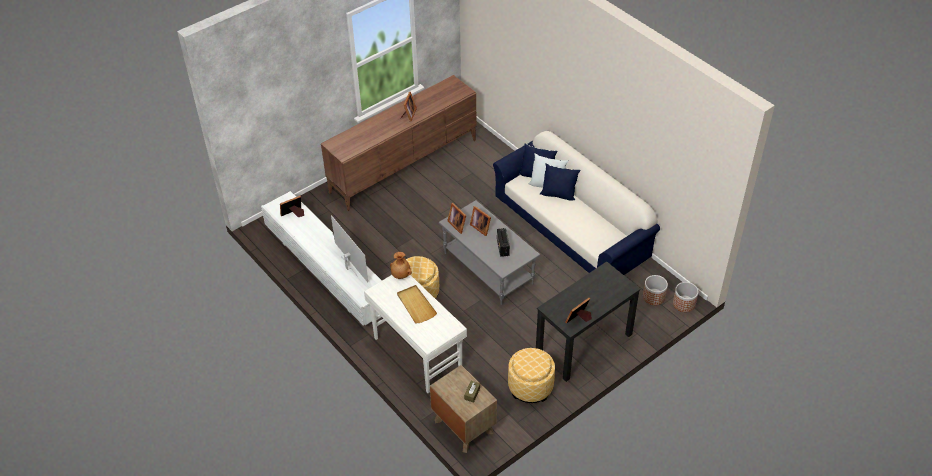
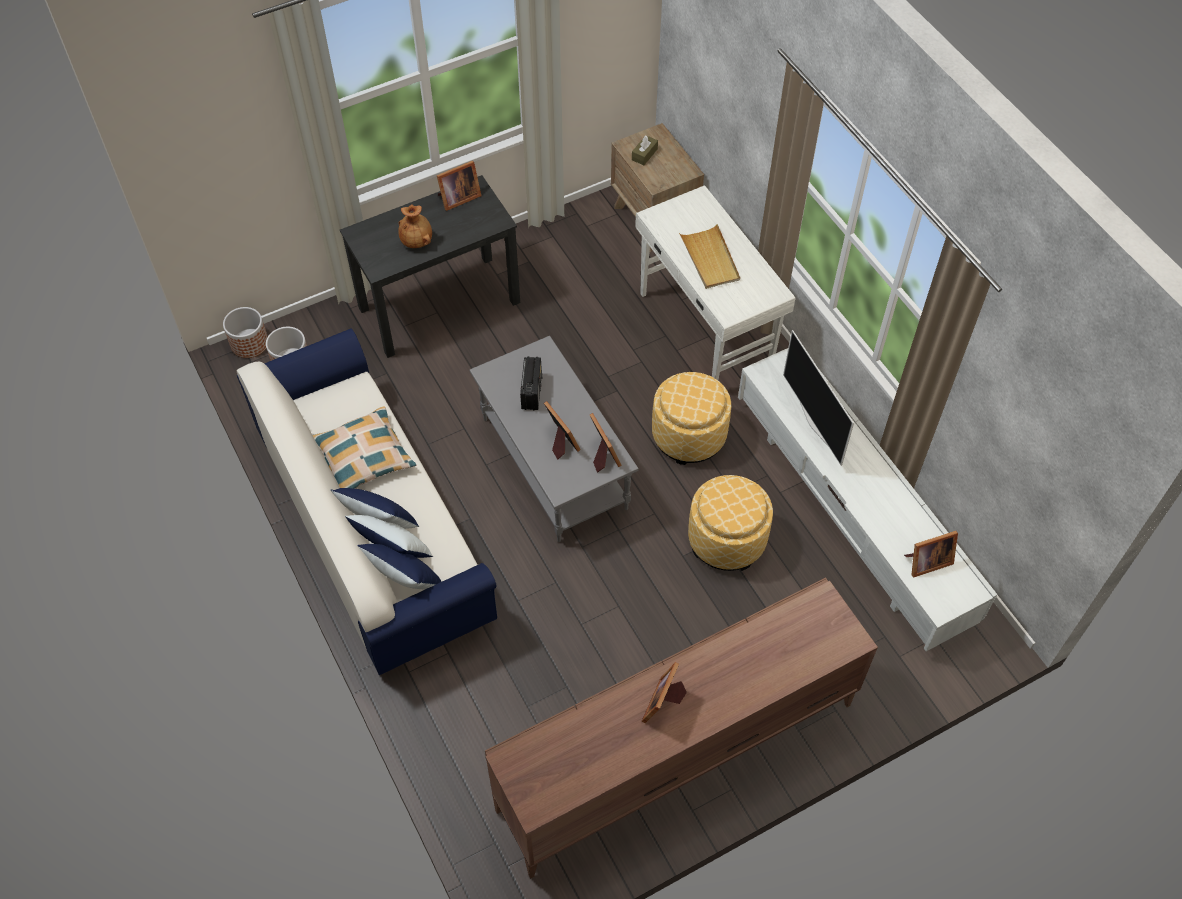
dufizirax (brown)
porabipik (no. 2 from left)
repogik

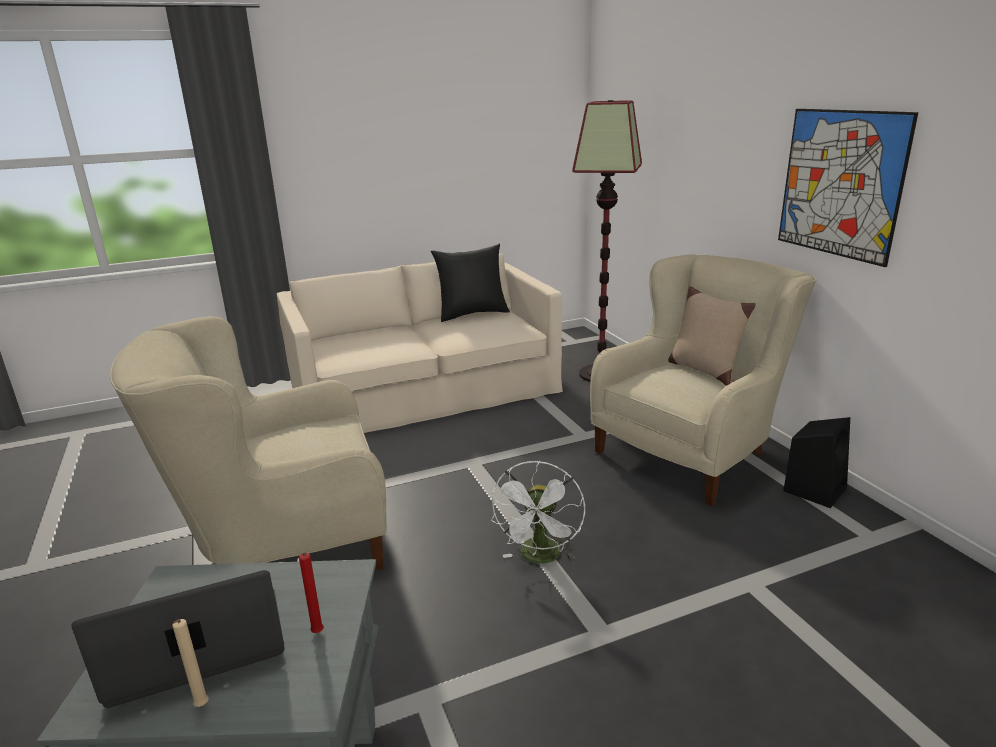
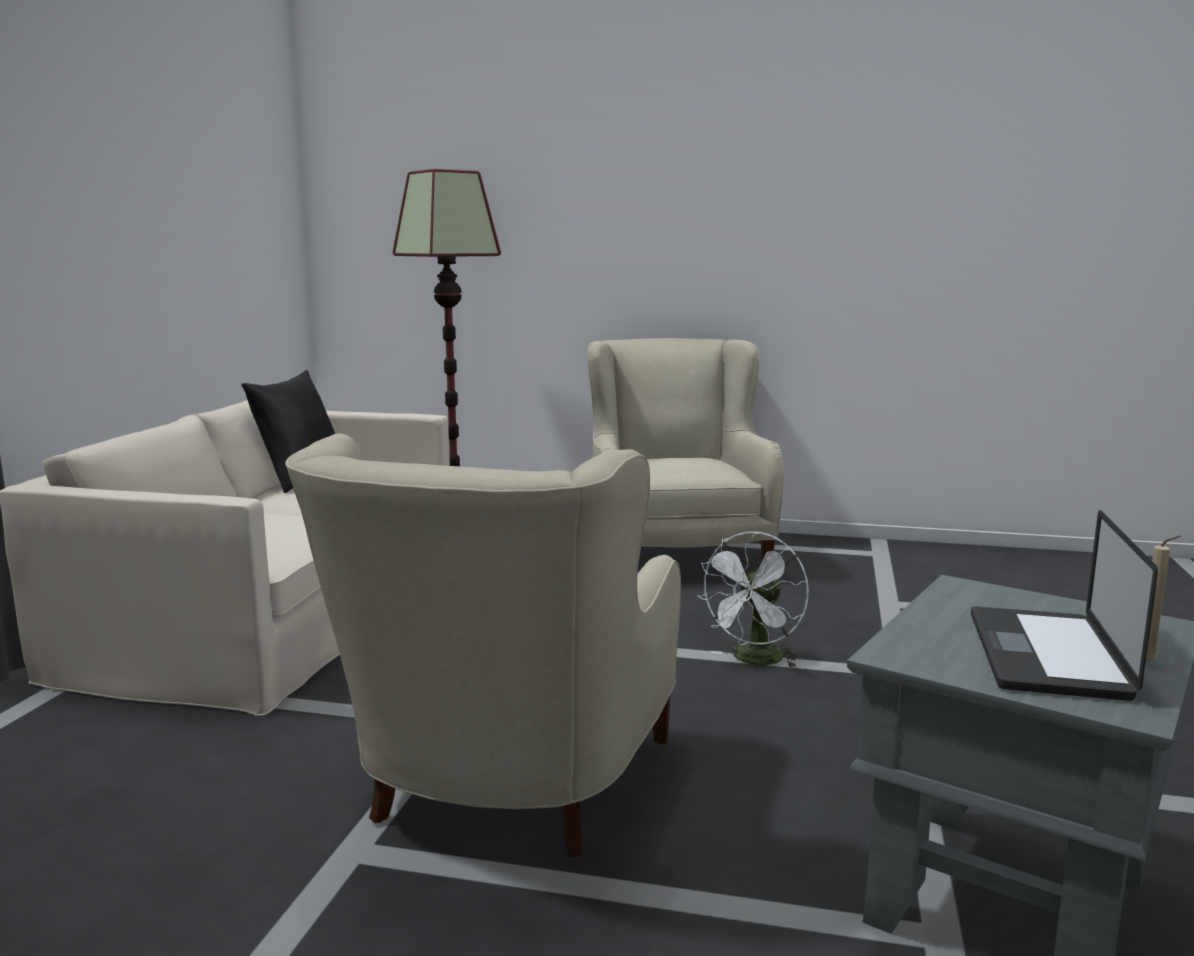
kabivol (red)
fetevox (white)
repogik (beige)
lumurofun
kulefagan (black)

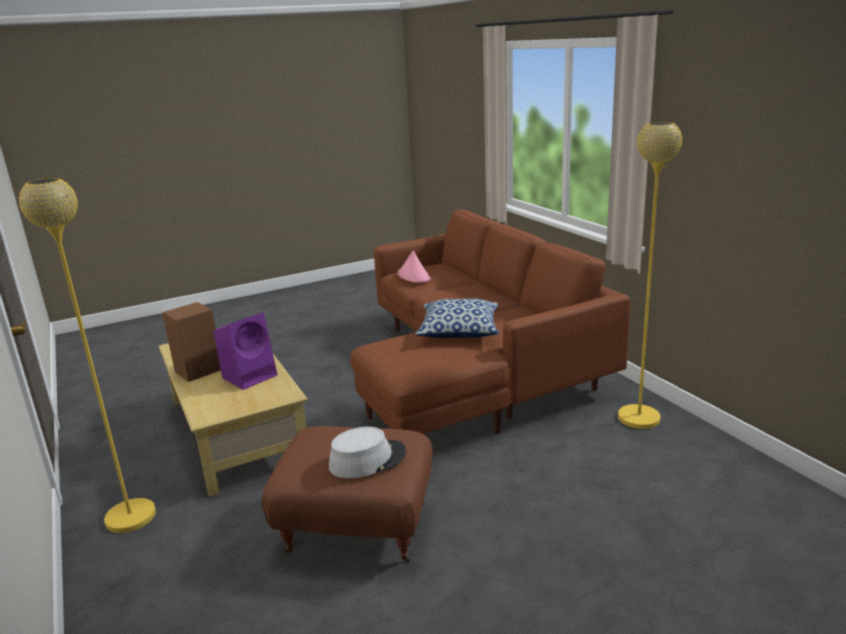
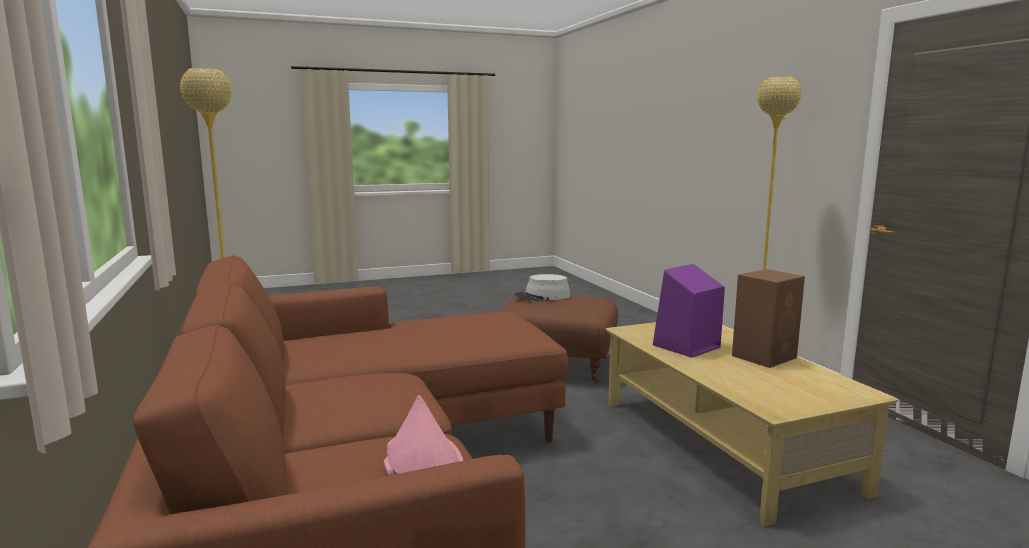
repogik

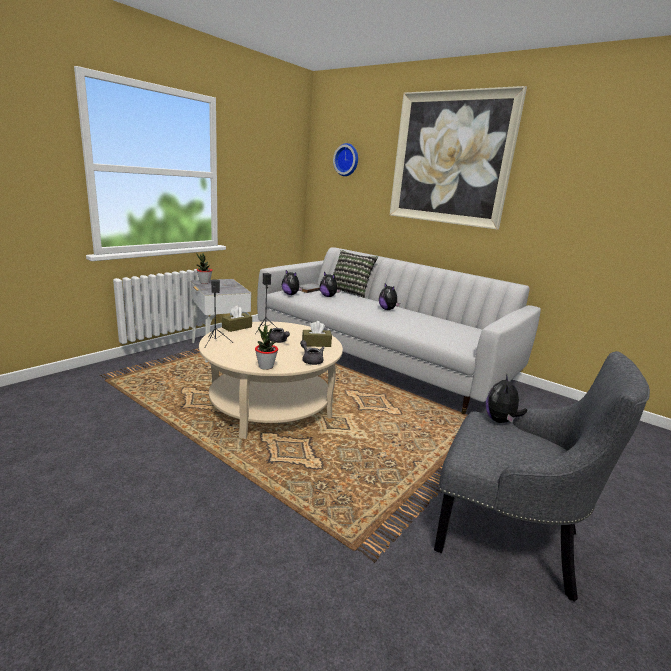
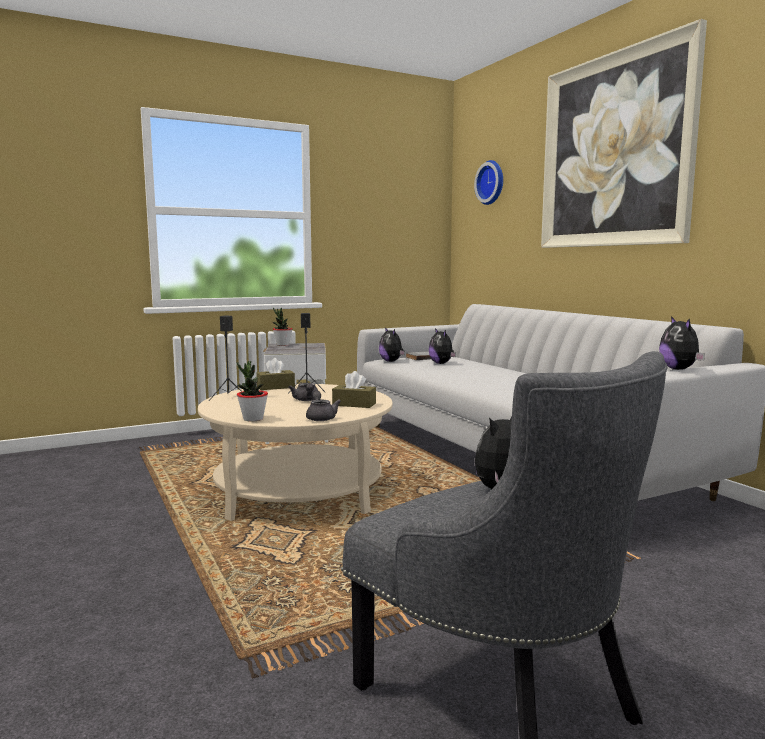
repogik
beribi (no. 4 from left)

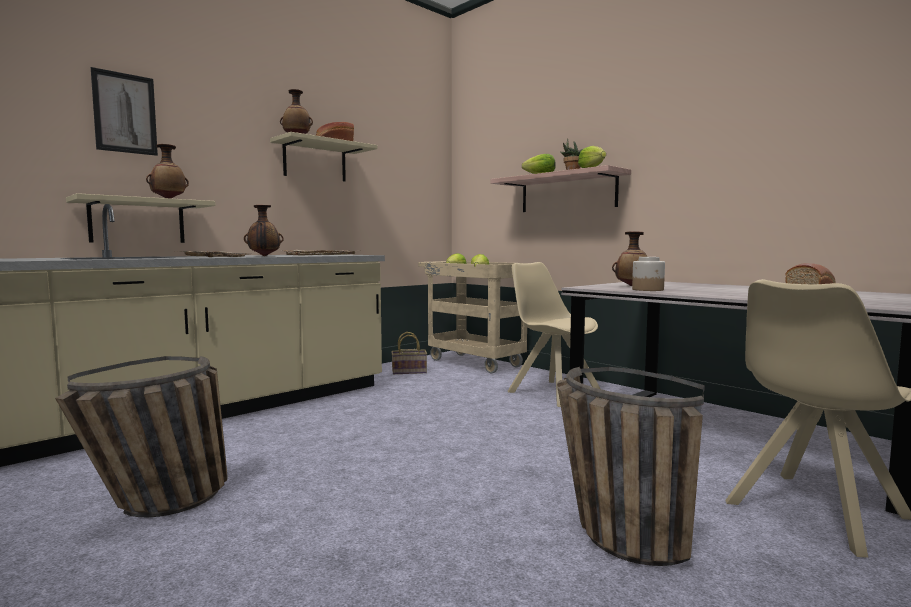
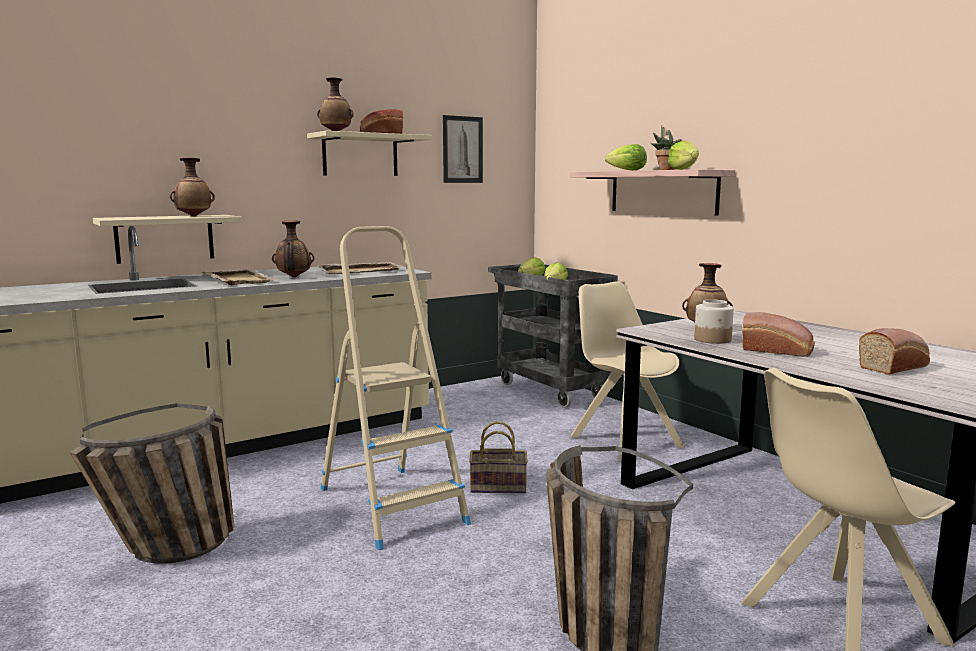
lumurofun
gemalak (no. 2 from left)
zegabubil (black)
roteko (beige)
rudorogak (no. 2 from left)

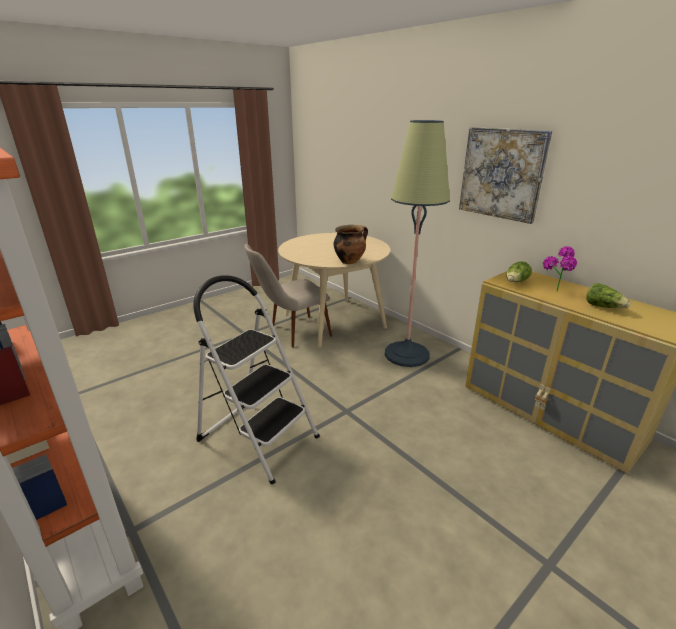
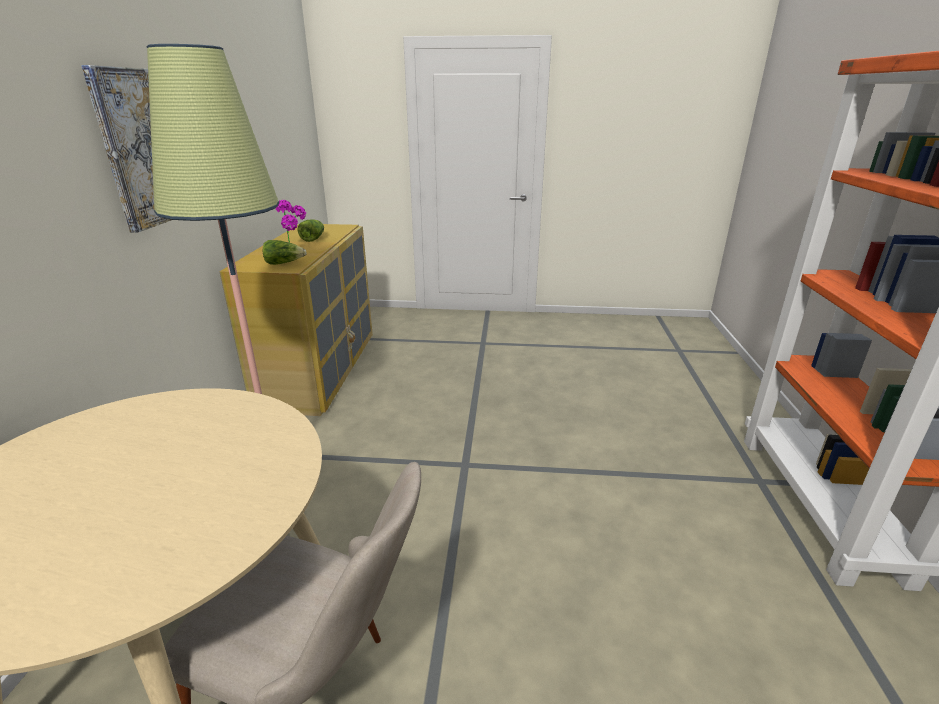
roteko
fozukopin

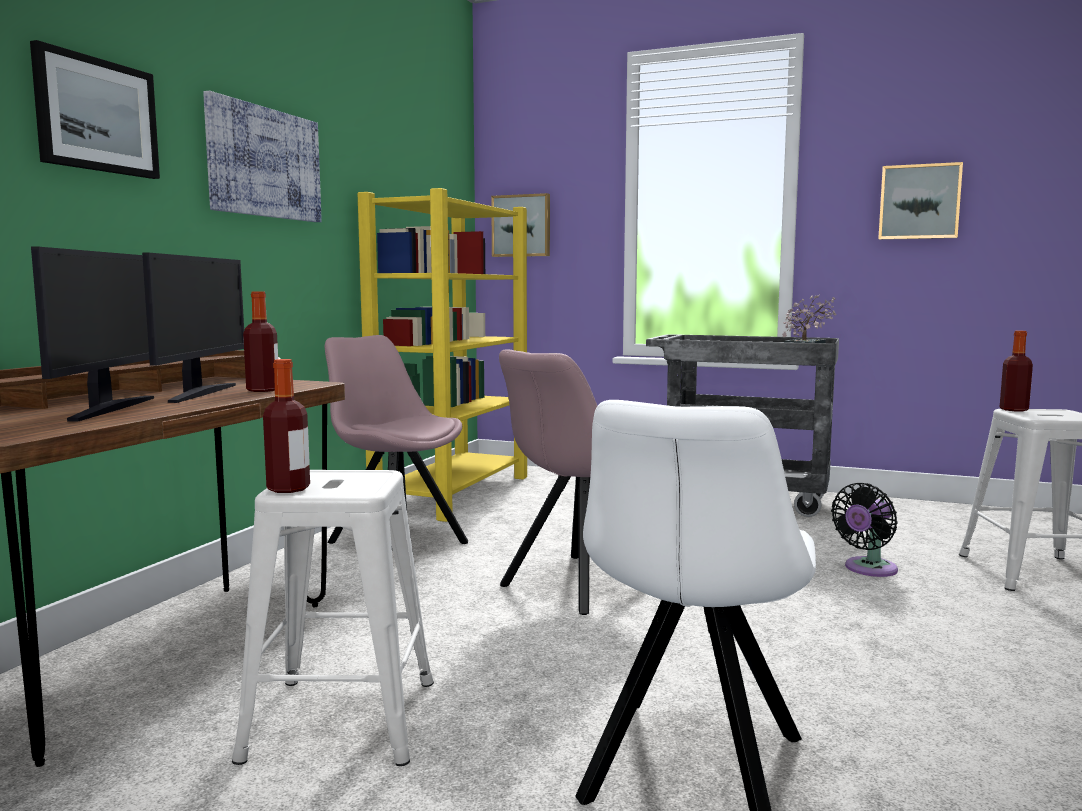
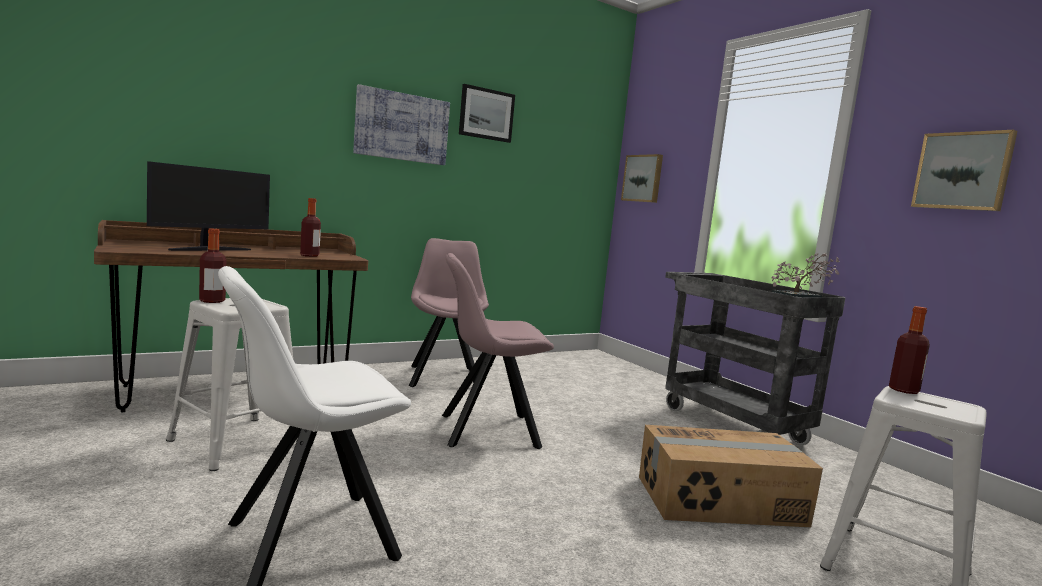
lumurofun (no. 2 from left)
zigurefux (no. 2 from left in the first image)
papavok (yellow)
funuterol

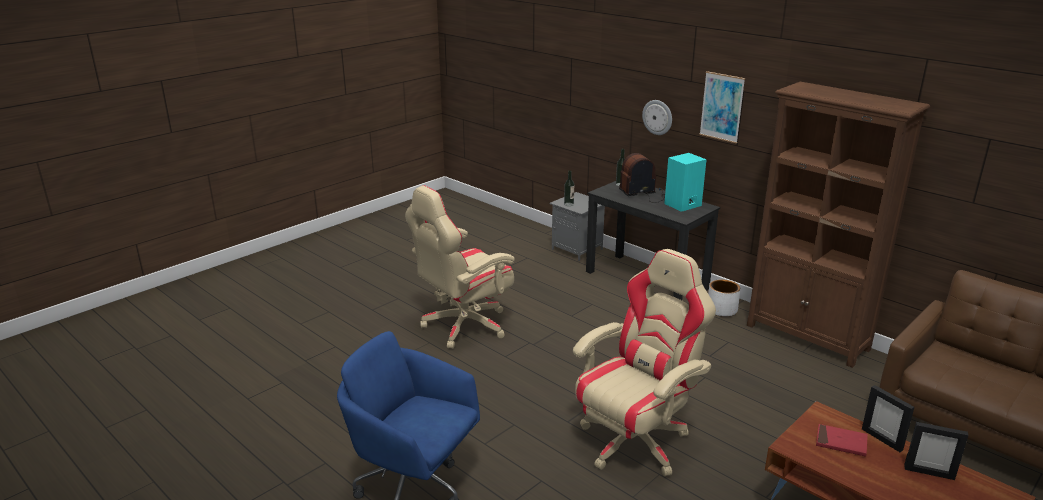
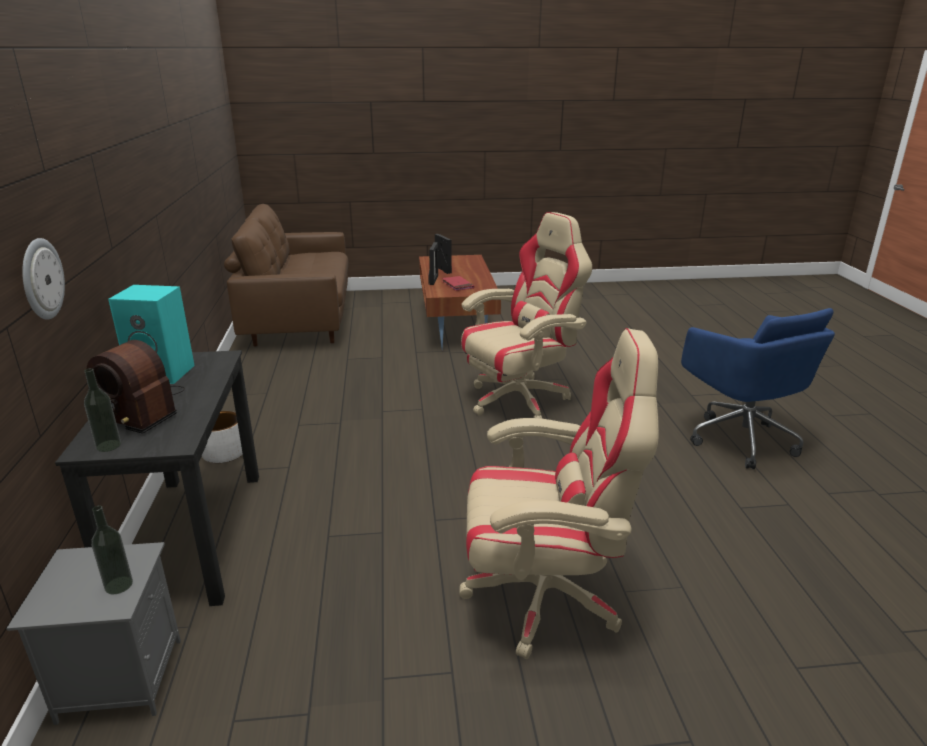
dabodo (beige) (no. 1 from left)
lumurofun
papavok (brown)

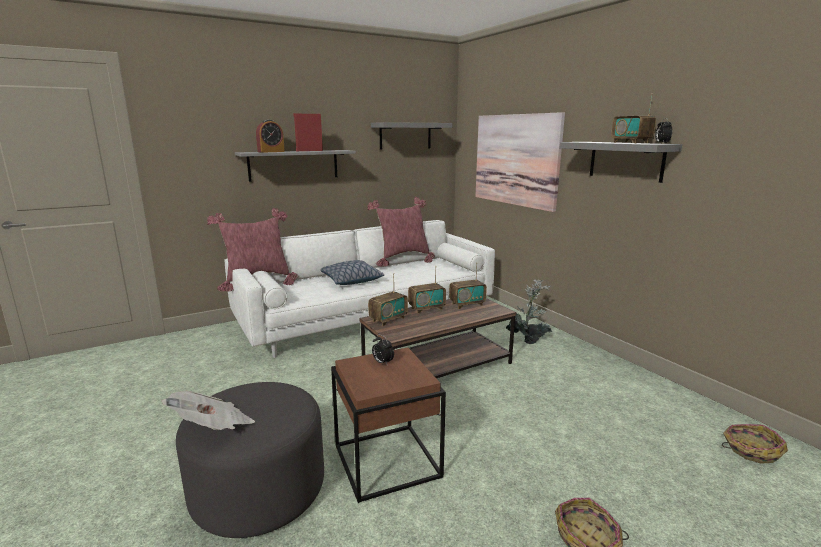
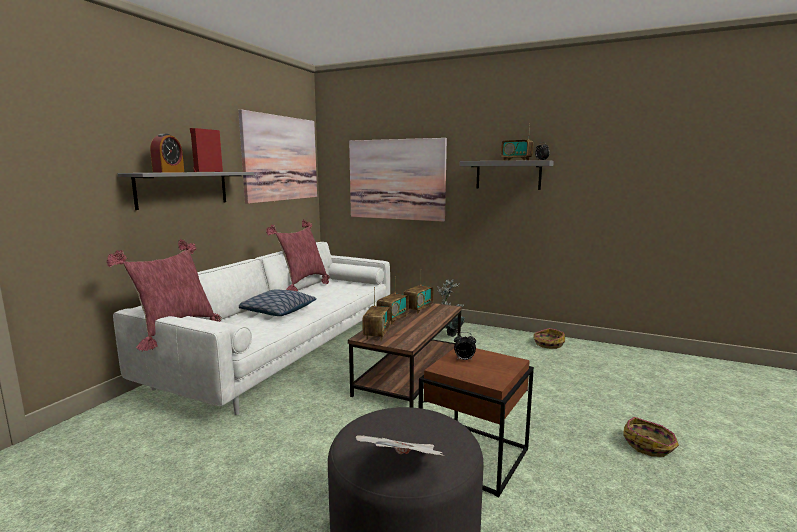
lumurofun (no. 1 from left)
gemalak (no. 1 from left)

